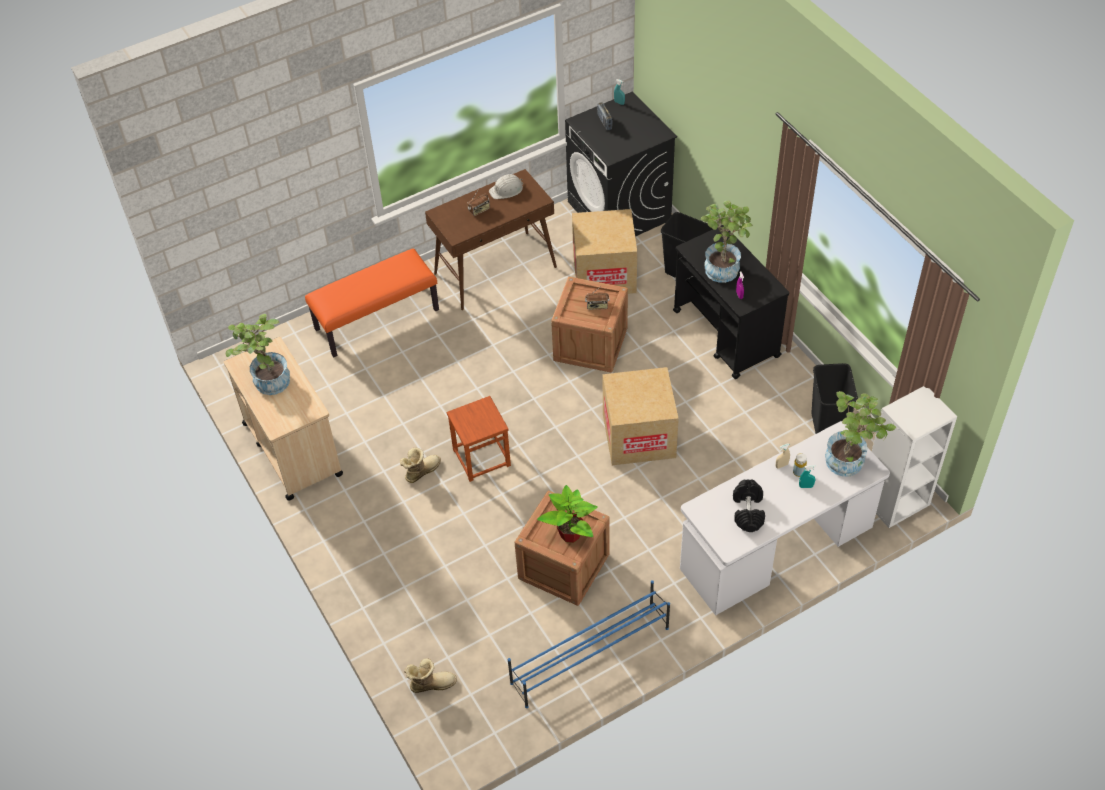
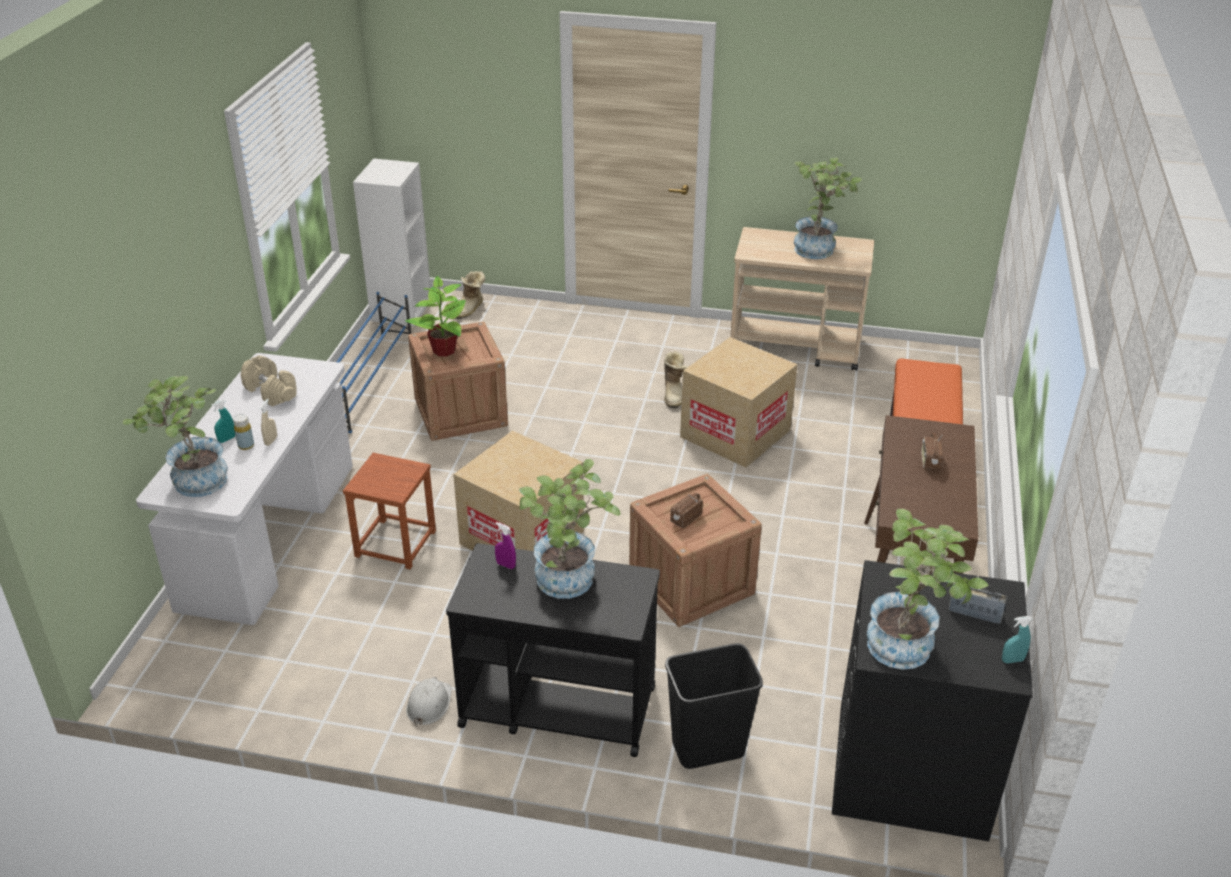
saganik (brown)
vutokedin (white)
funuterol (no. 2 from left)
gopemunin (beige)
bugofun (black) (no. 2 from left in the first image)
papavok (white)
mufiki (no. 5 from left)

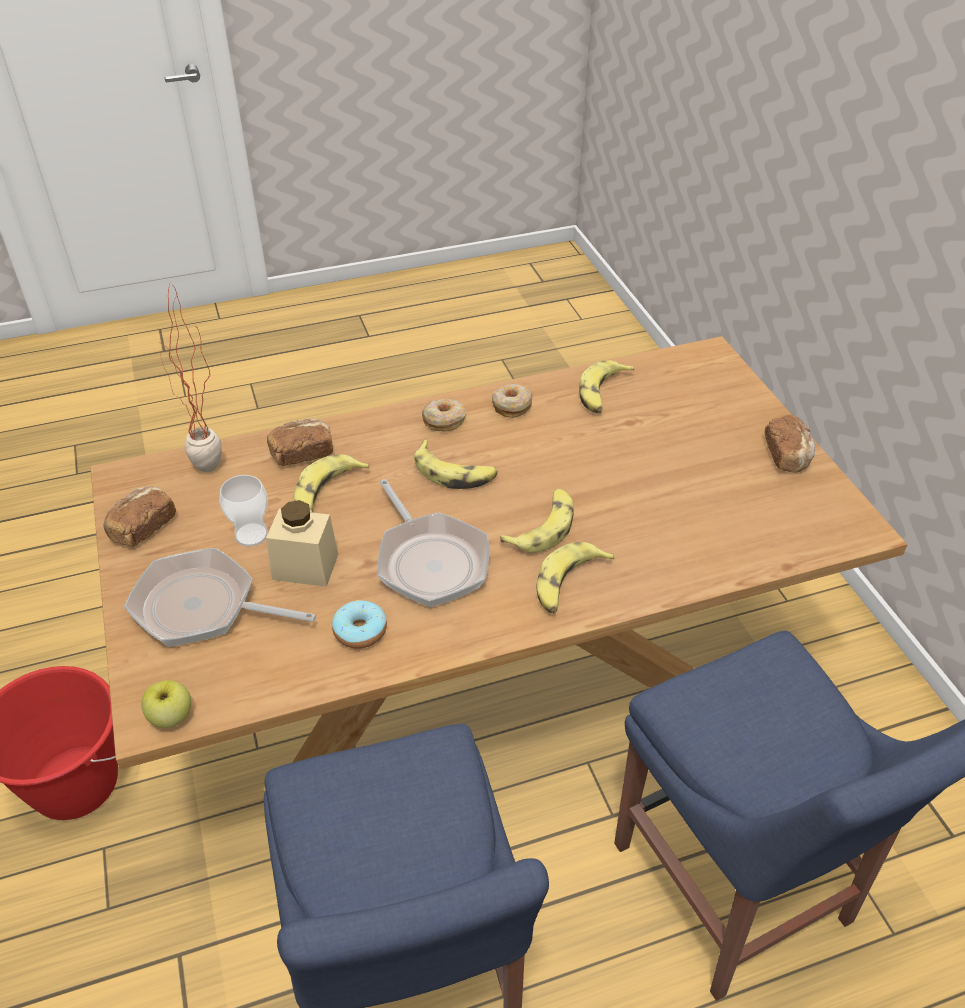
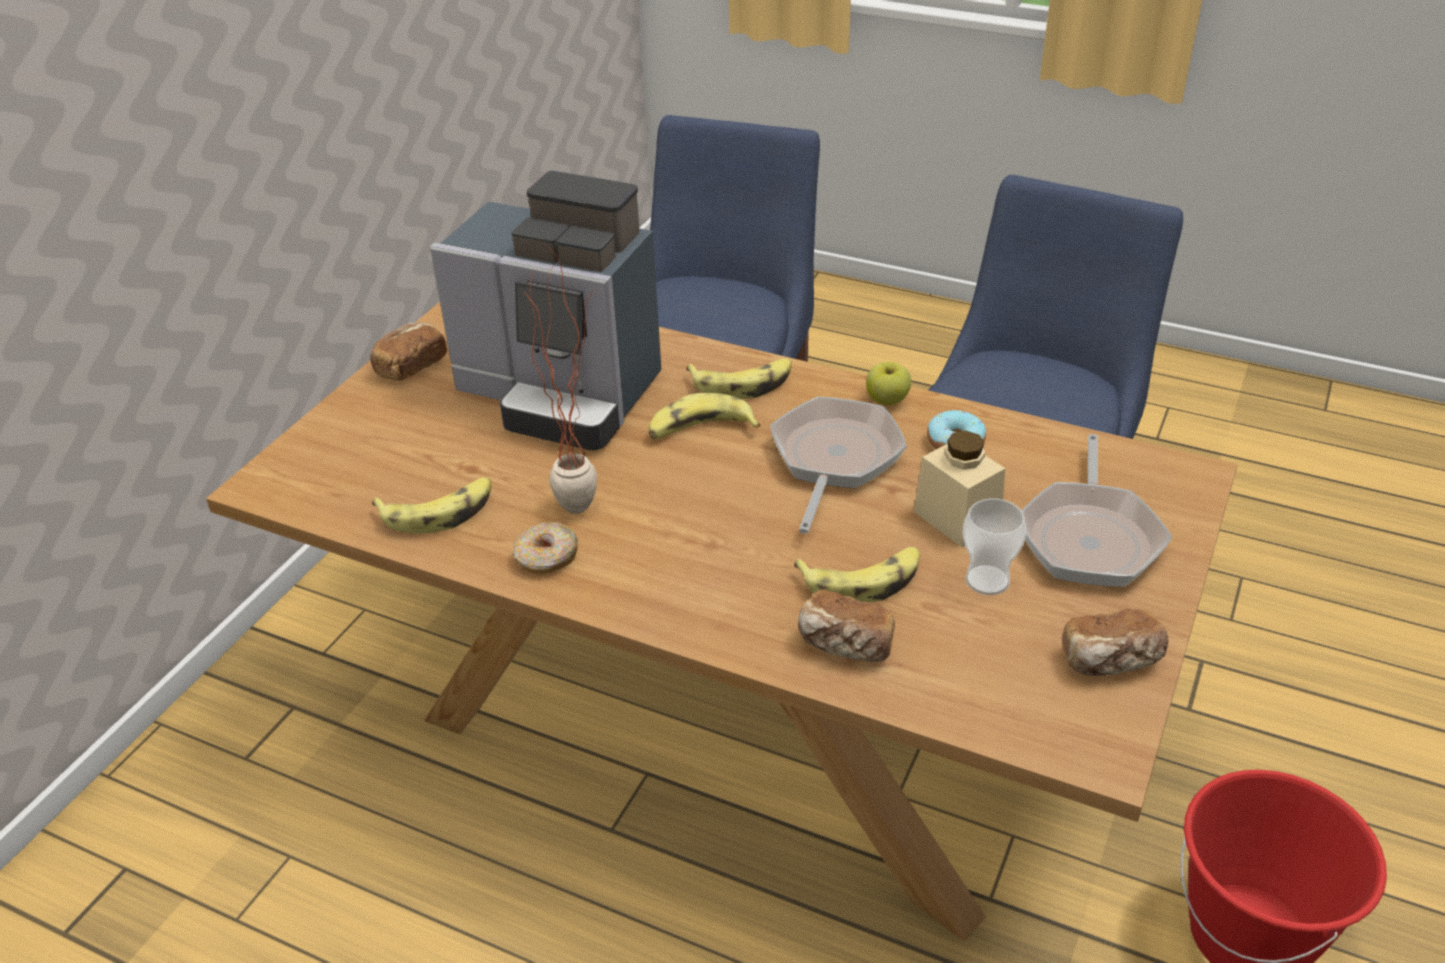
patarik (no. 2 from left)
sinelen
mufiki
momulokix (no. 2 from left in the first image)
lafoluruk (no. 2 from left in the first image)
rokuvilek

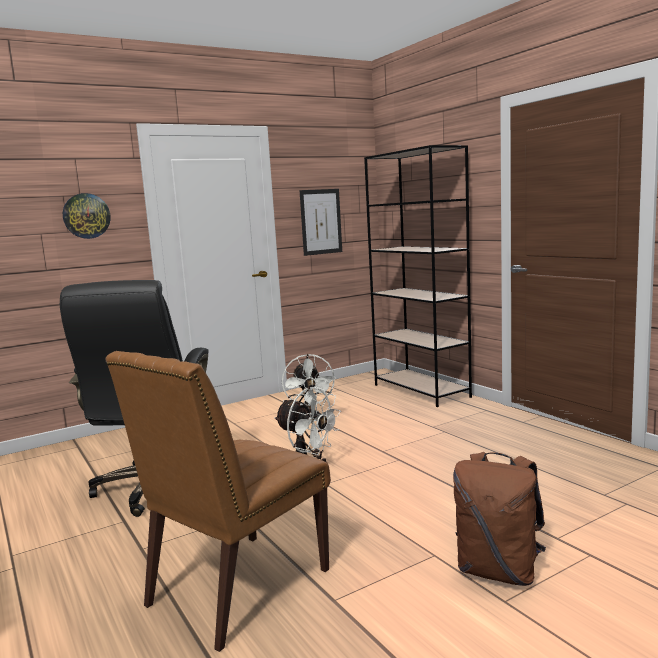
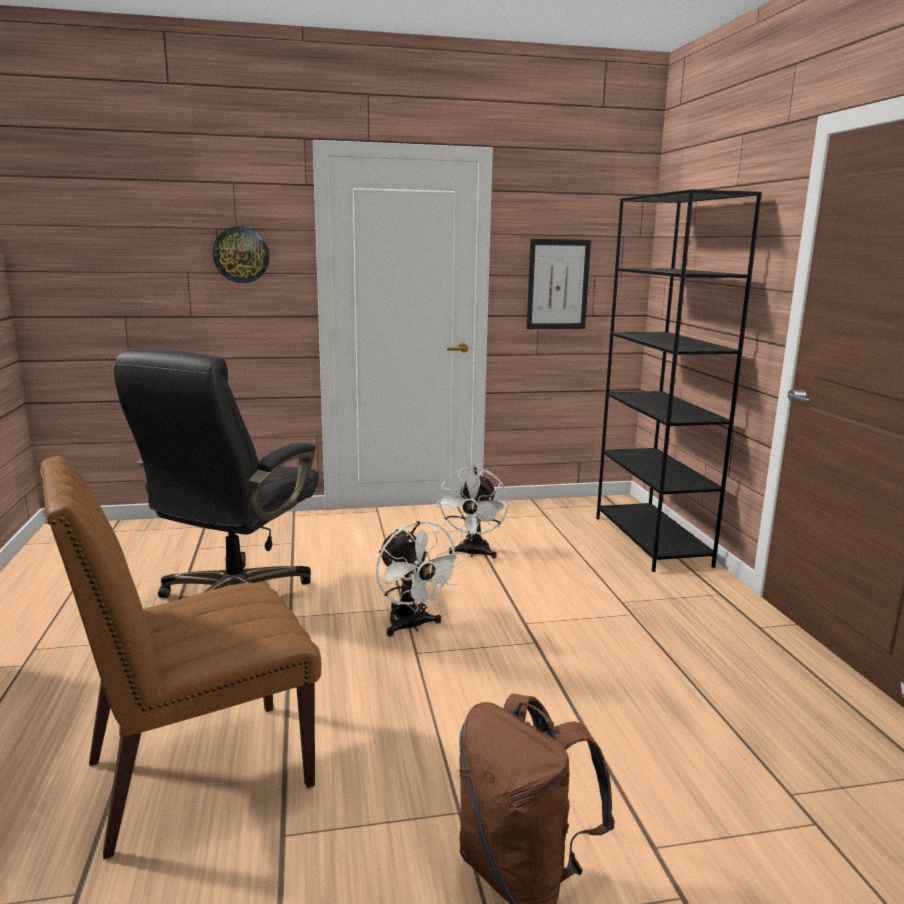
papavok (black)

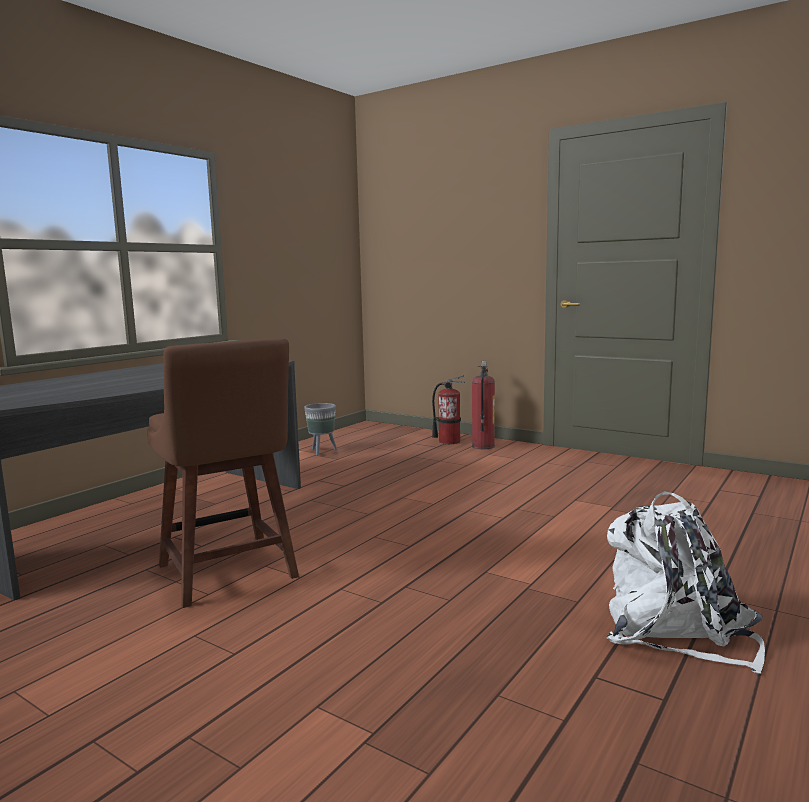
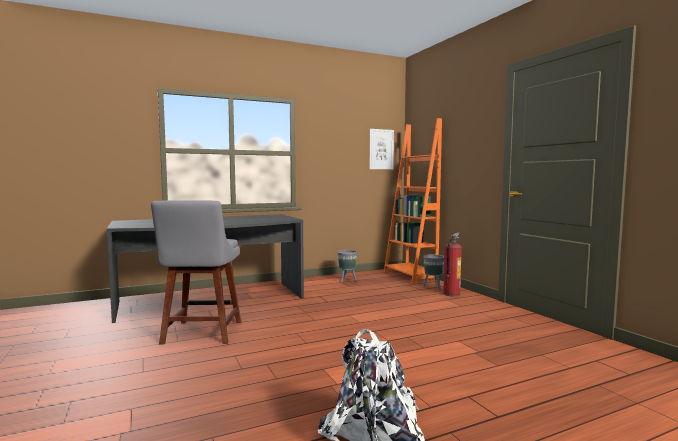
saganik (grey)
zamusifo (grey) (no. 2 from left)
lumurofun
papavok (orange)

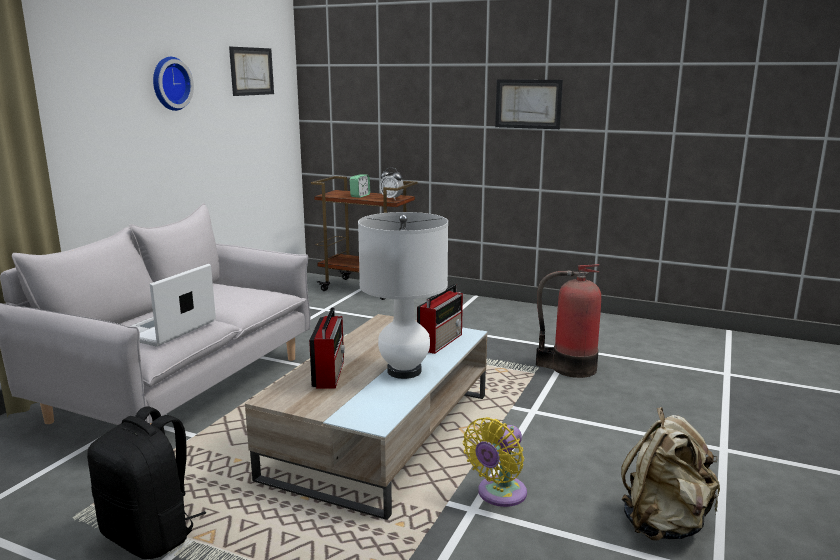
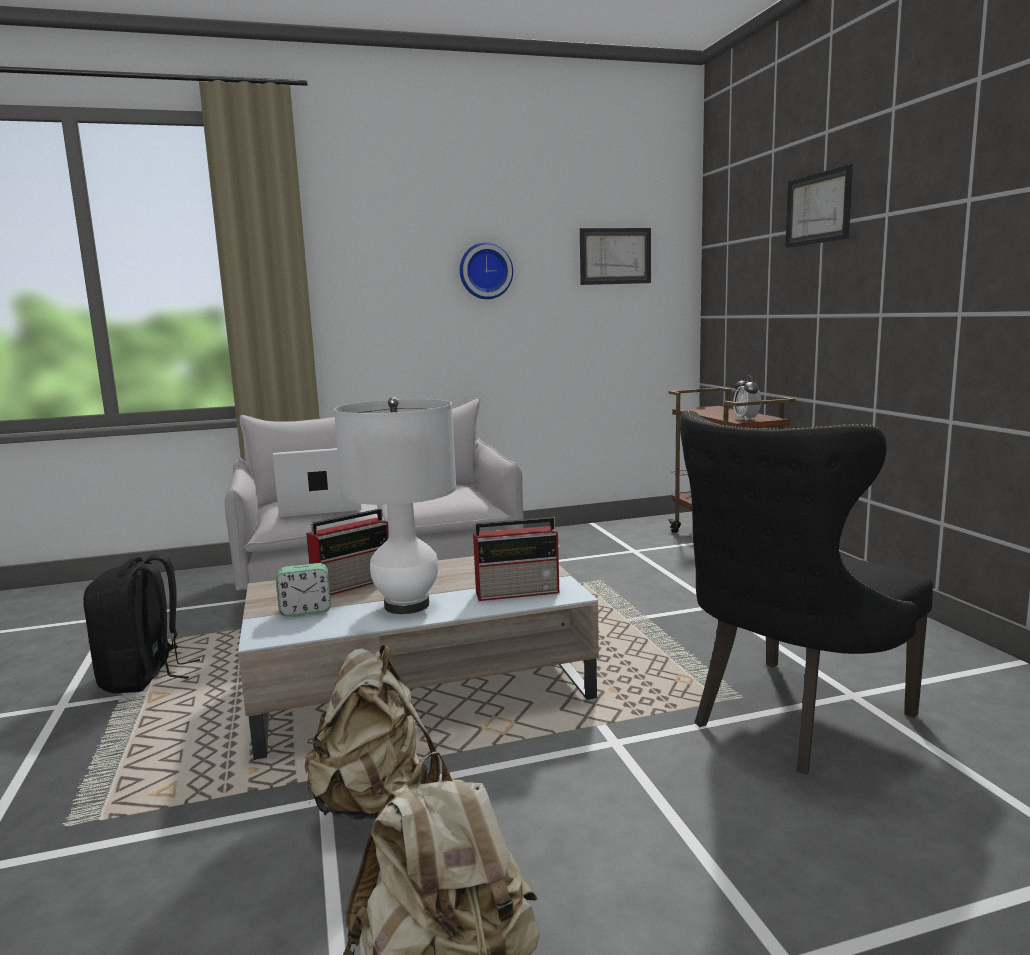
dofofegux (no. 1 from left)
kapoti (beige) (no. 1 from left)
lumurofun (no. 2 from left)
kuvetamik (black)

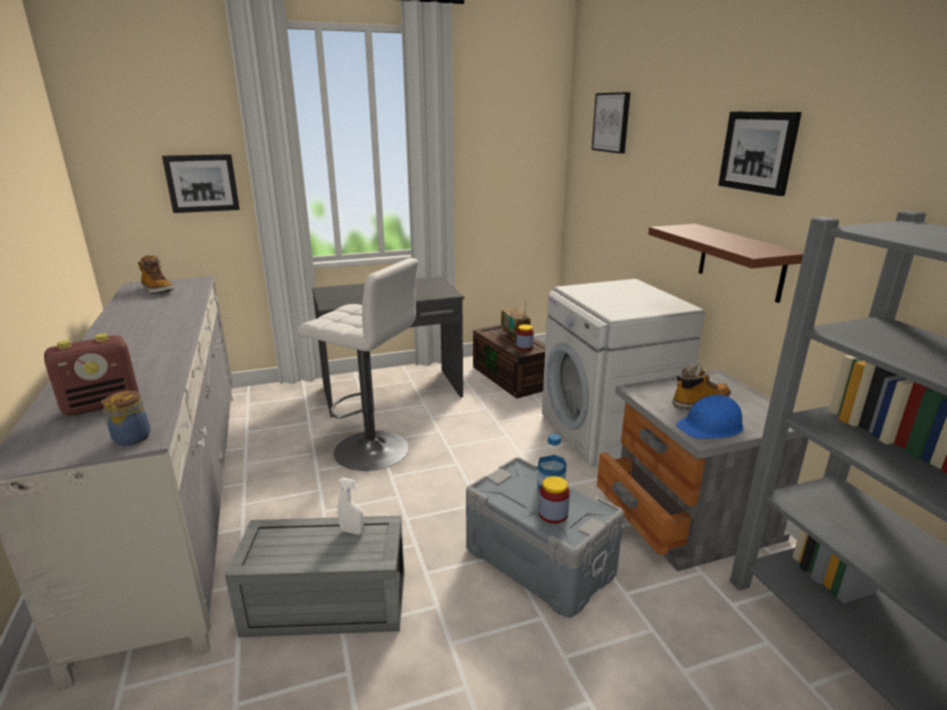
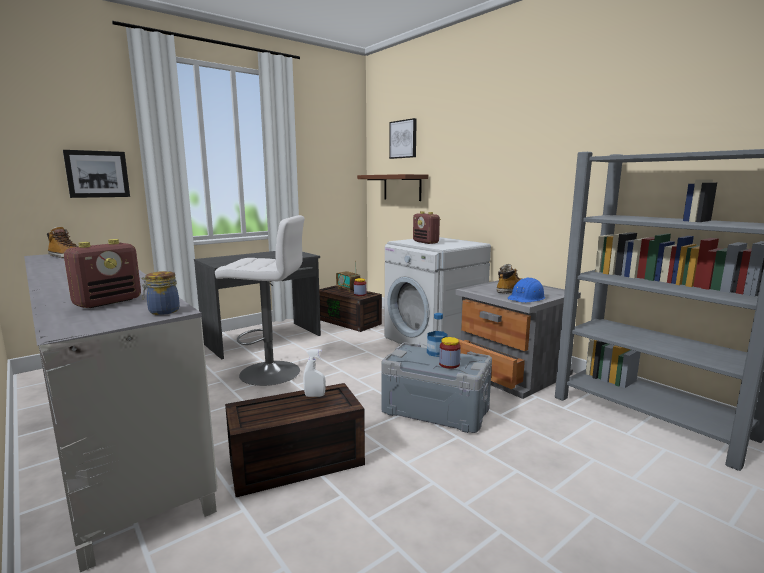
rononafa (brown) (no. 1 from left)
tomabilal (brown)
lumurofun (no. 3 from left in the first image)
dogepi (no. 3 from left)

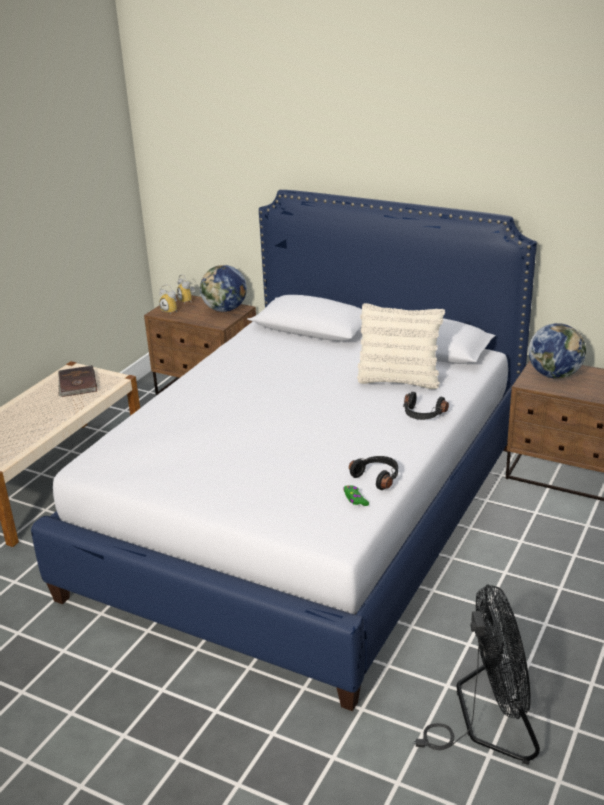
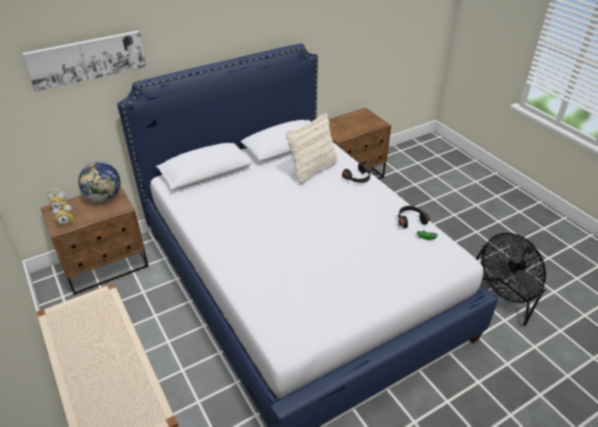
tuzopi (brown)
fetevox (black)
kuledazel (no. 2 from left in the first image)
lumurofun

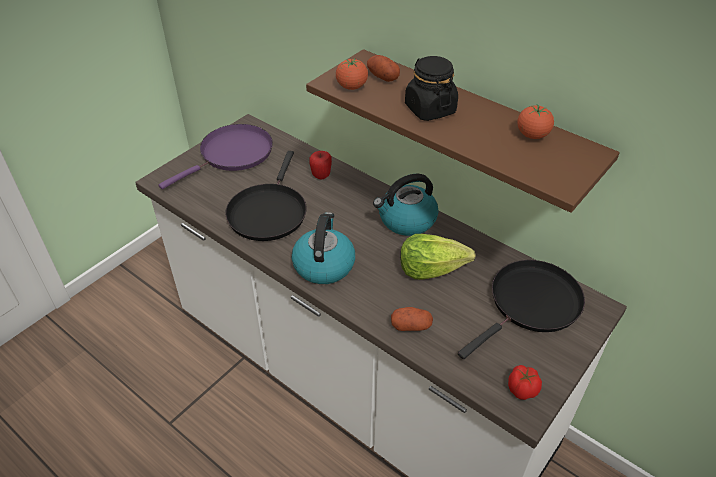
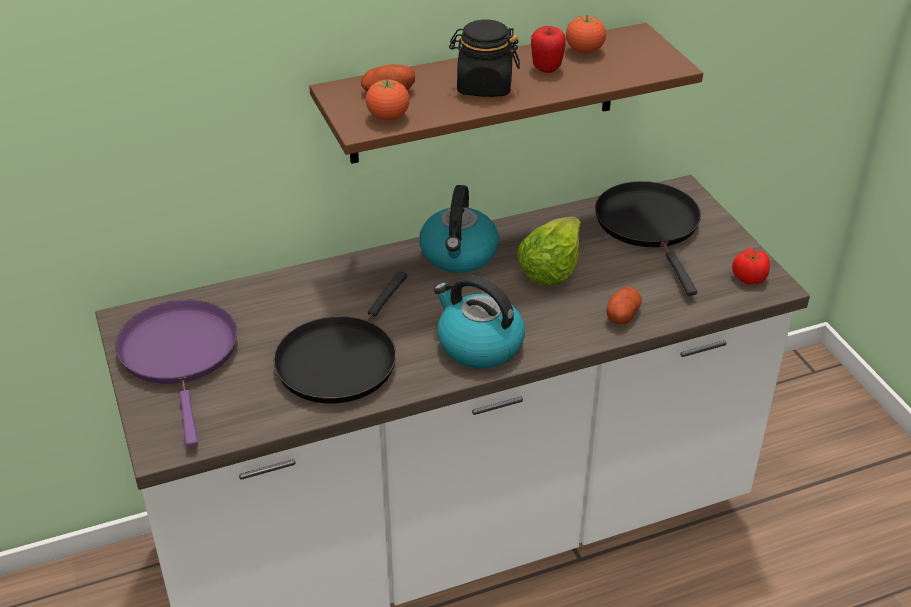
patarik (black) (no. 1 from left)
sinelen

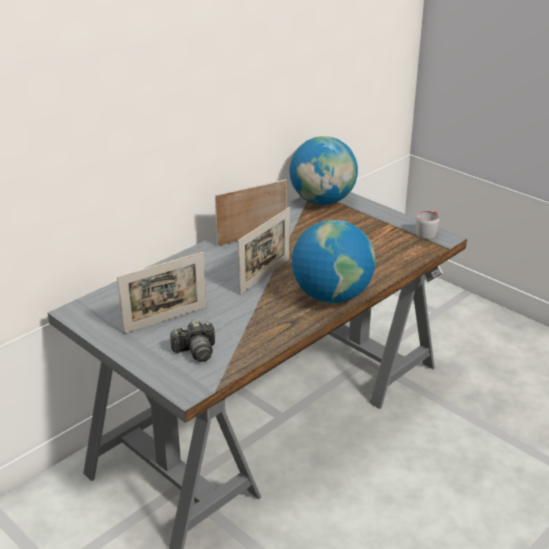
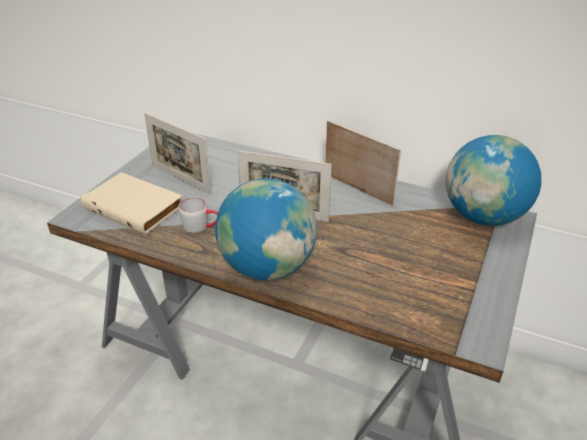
tuzopi (beige)
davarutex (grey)

